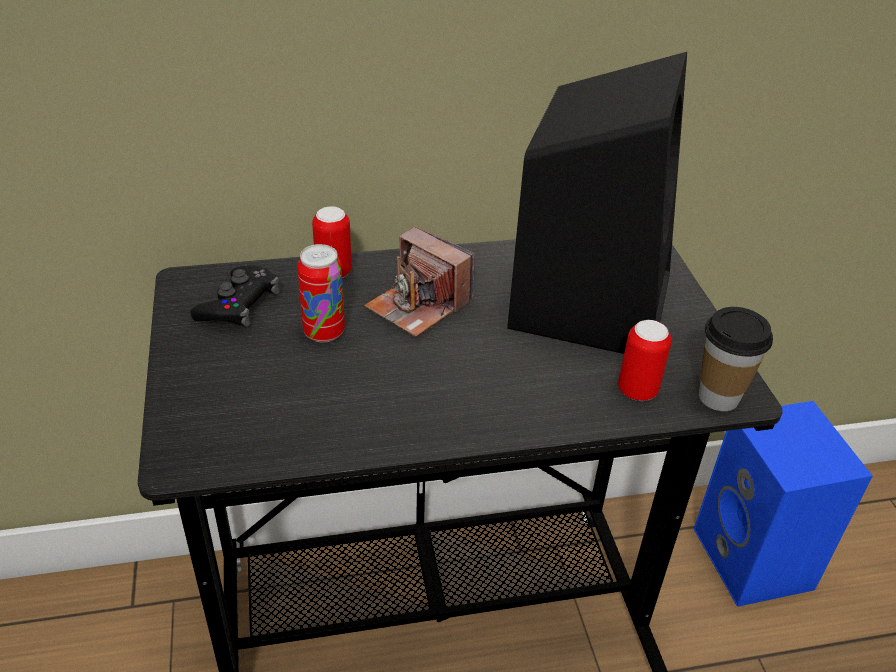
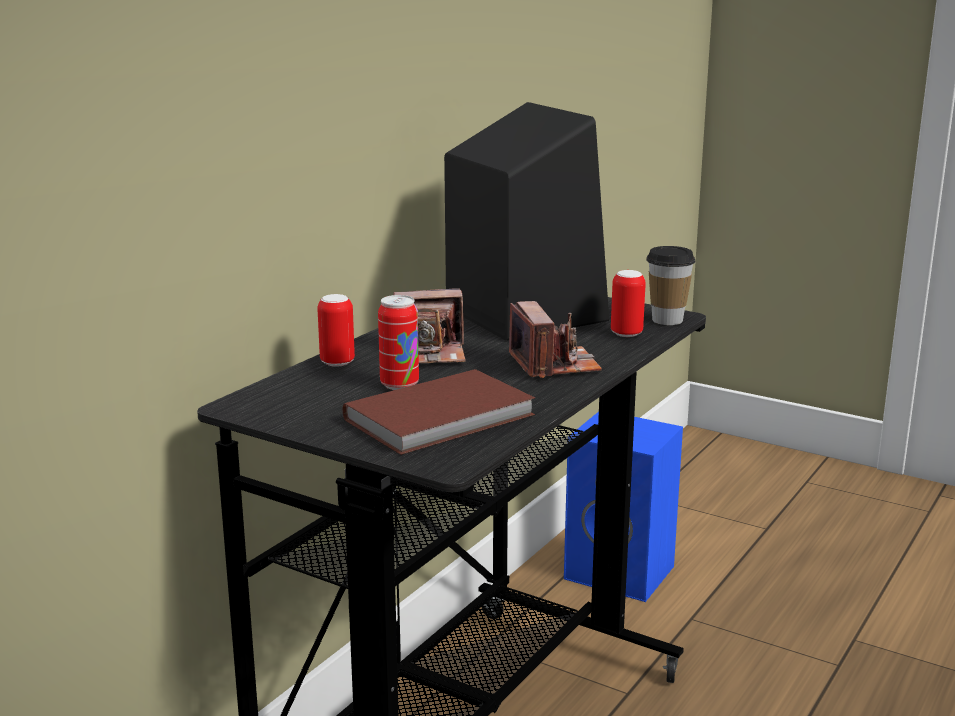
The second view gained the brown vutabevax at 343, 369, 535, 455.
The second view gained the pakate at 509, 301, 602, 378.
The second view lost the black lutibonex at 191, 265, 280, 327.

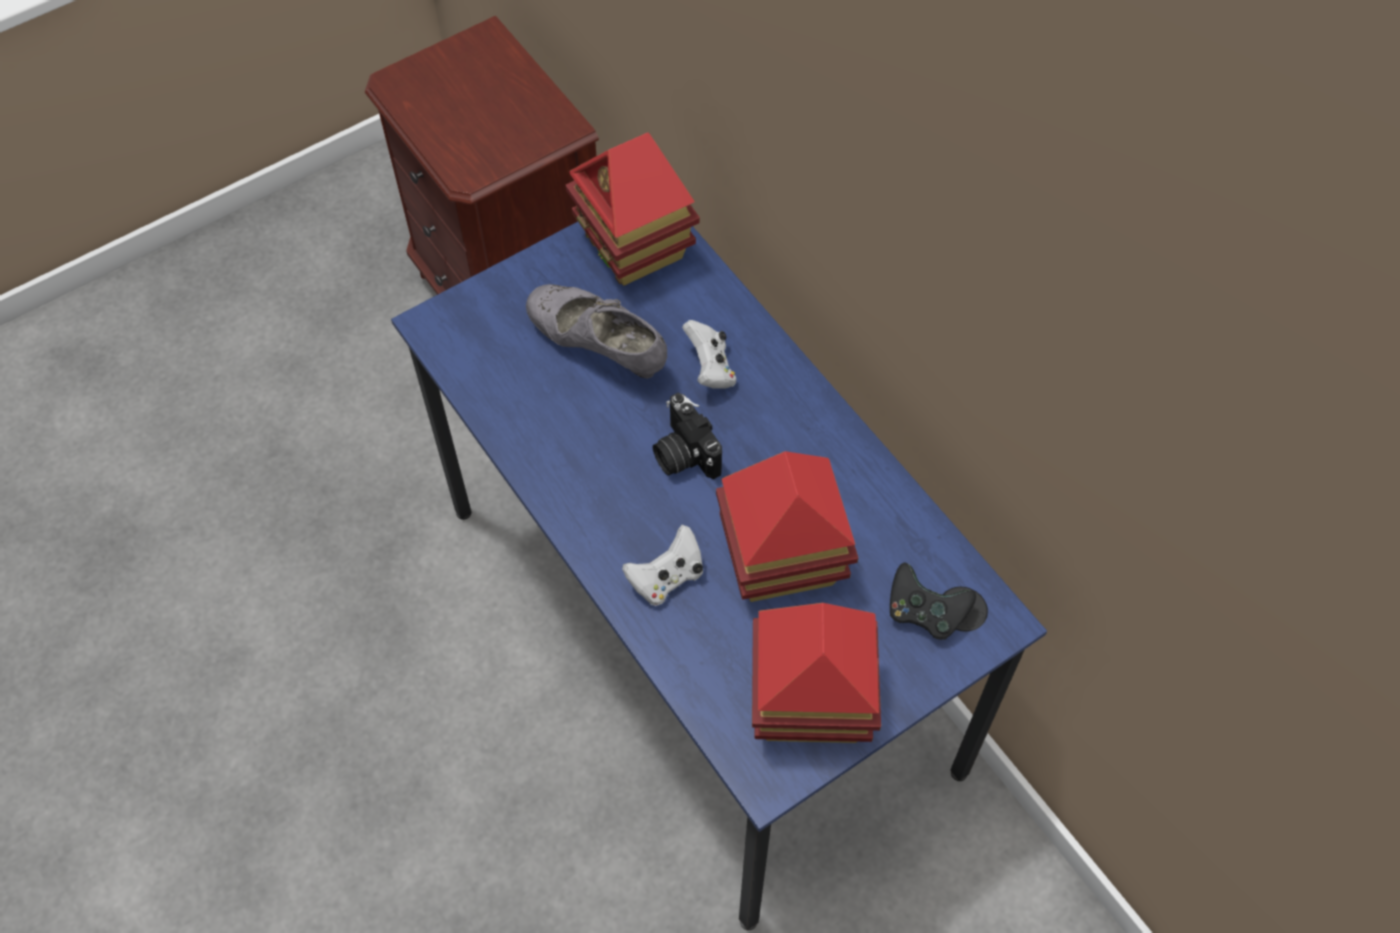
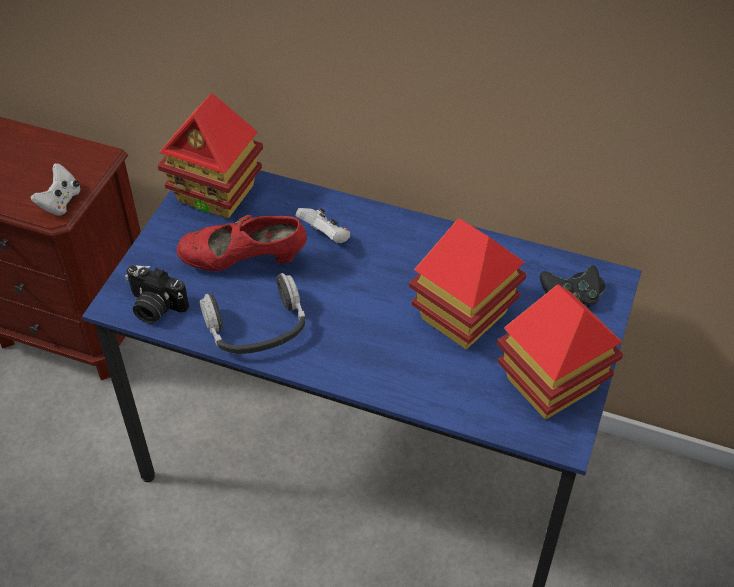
The white lutibonex ended up elsewhere, having gone from 622, 525, 703, 606 to 30, 163, 80, 216.
The pakate ended up elsewhere, having gone from 653, 393, 722, 479 to 125, 265, 189, 324.
What was the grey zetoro at 526, 284, 667, 379 turned into the red zetoro at 177, 215, 307, 271.
The second view gained the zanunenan at 200, 273, 306, 354.

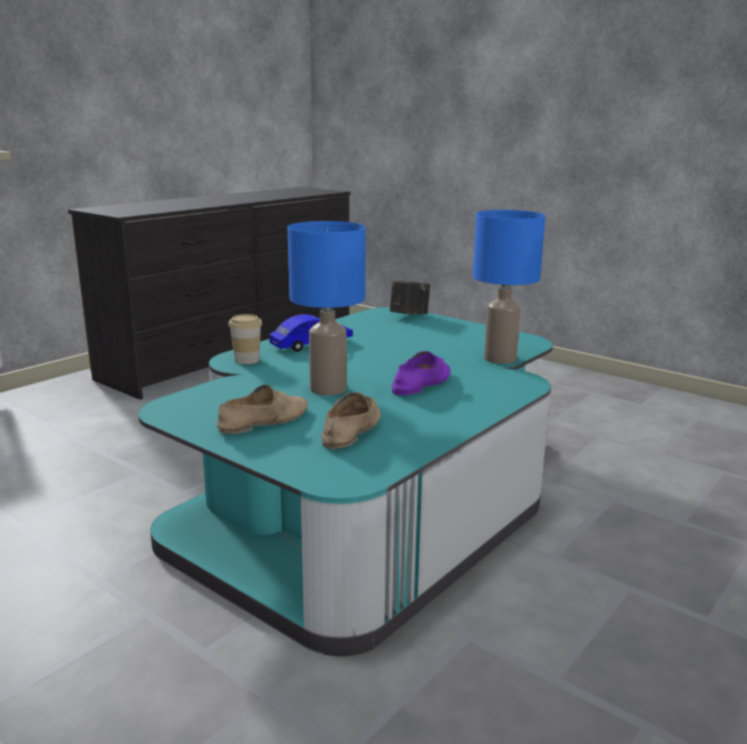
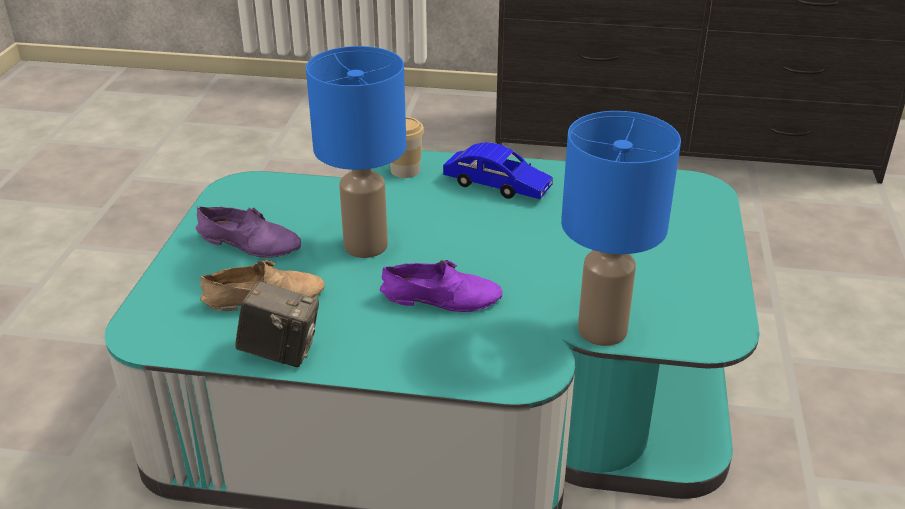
What was the beige zetoro at 216, 384, 308, 434 turned into the purple zetoro at 196, 206, 301, 258.
The pakate ended up elsewhere, having gone from 390, 280, 430, 314 to 235, 281, 319, 367.

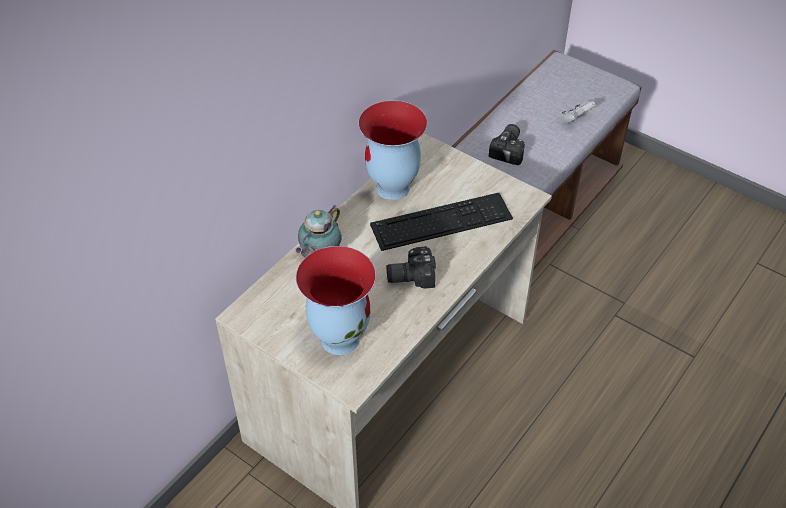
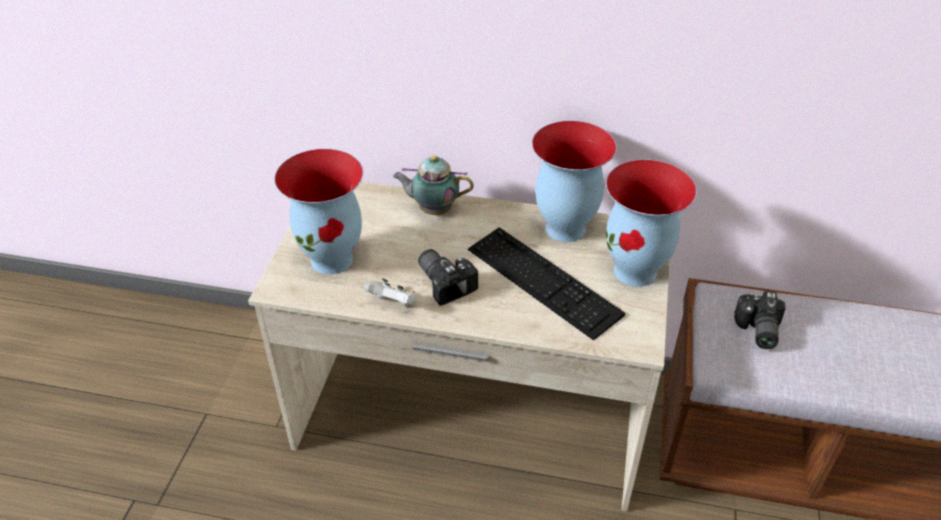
The white lutibonex ended up elsewhere, having gone from 561, 101, 595, 123 to 364, 278, 417, 307.
The second view gained the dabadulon at 606, 160, 697, 287.
The pakate at 489, 124, 525, 165 ended up facing another way, 105 degrees clockwise from before.

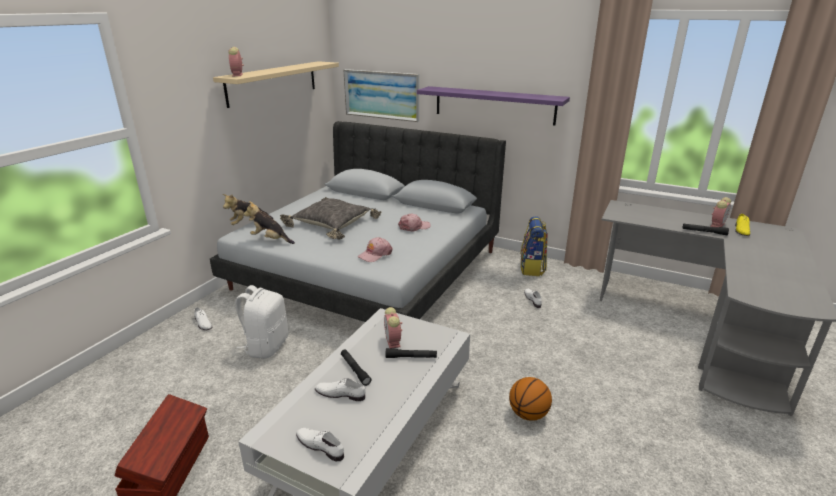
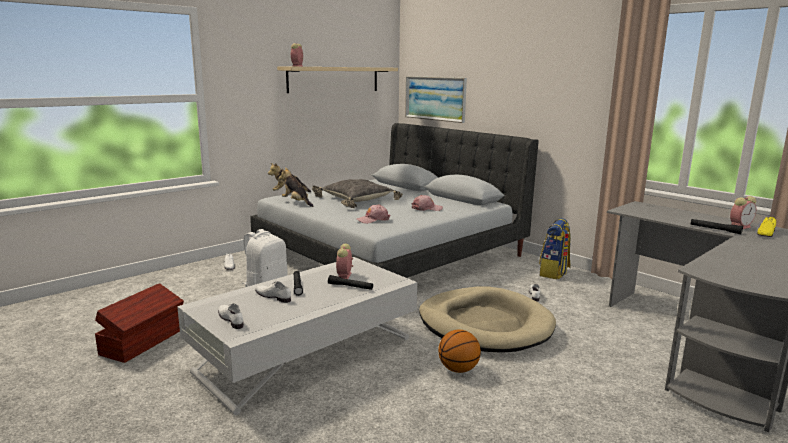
The second view gained the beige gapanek at 419, 286, 556, 353.
The second view lost the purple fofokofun at 417, 86, 570, 125.

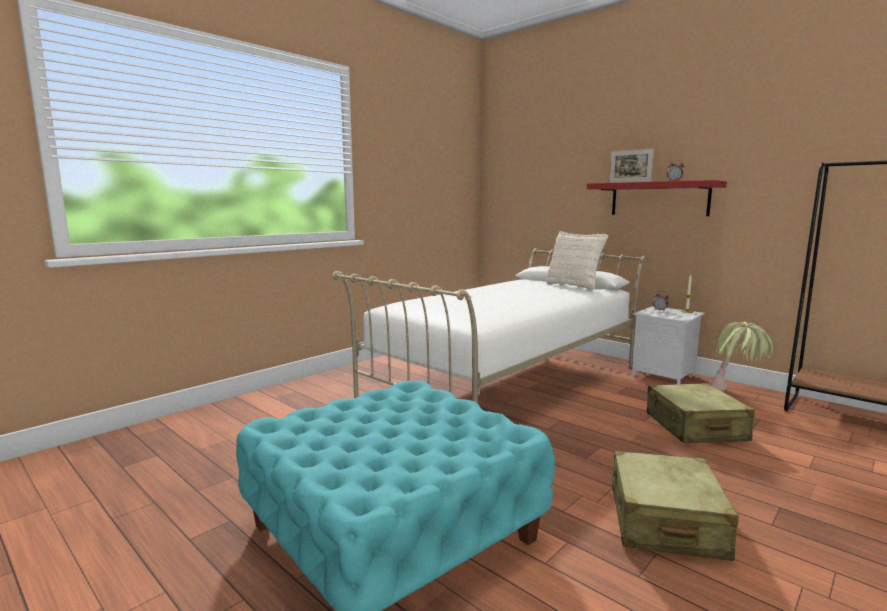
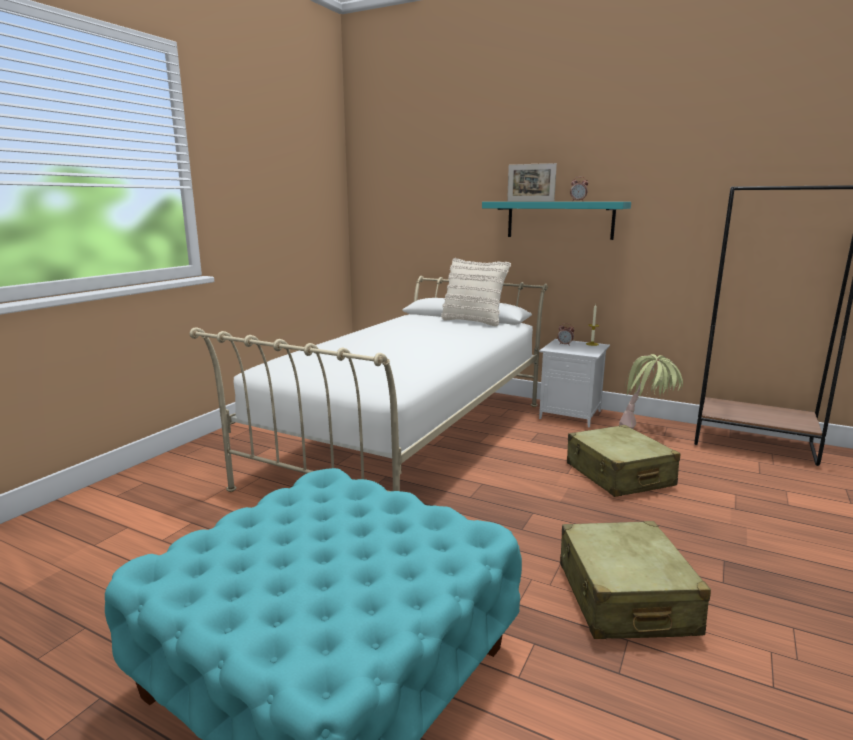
What was the red fofokofun at 587, 180, 727, 216 turned into the turquoise fofokofun at 482, 202, 631, 240.

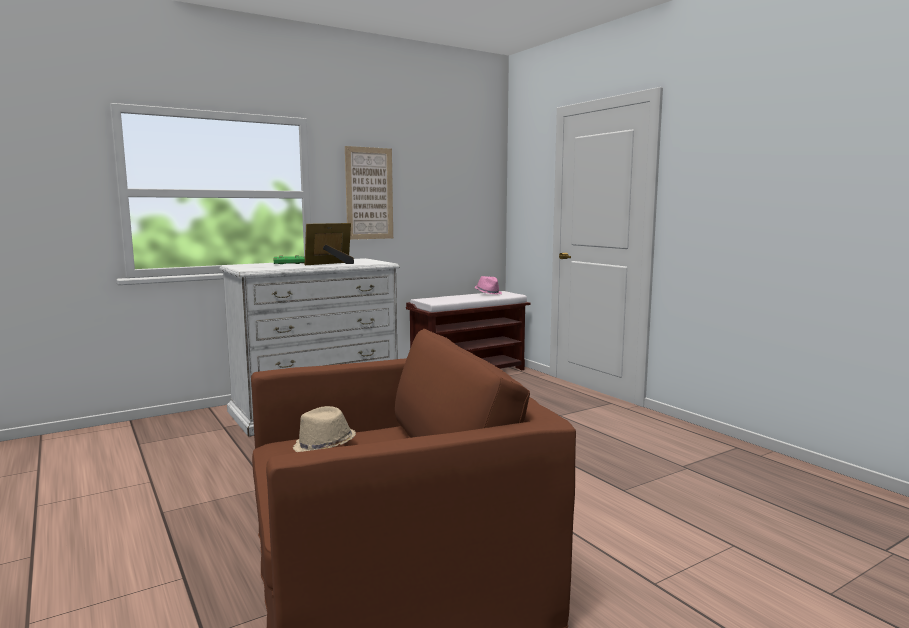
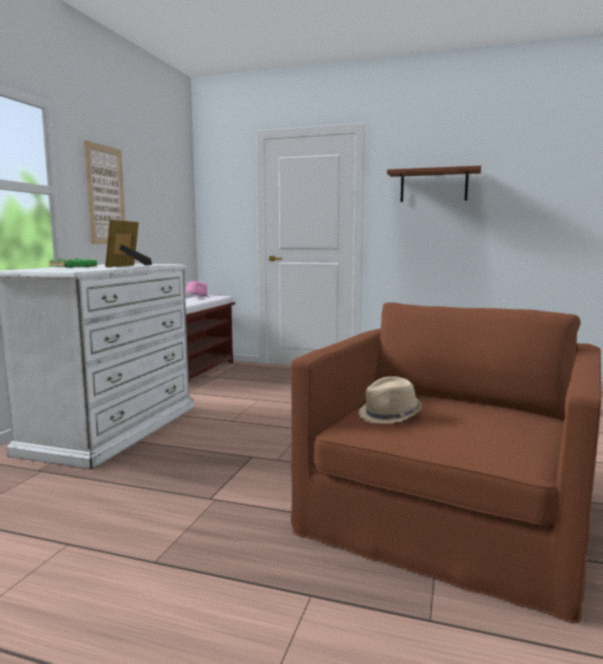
The second view gained the brown fofokofun at 387, 166, 481, 202.

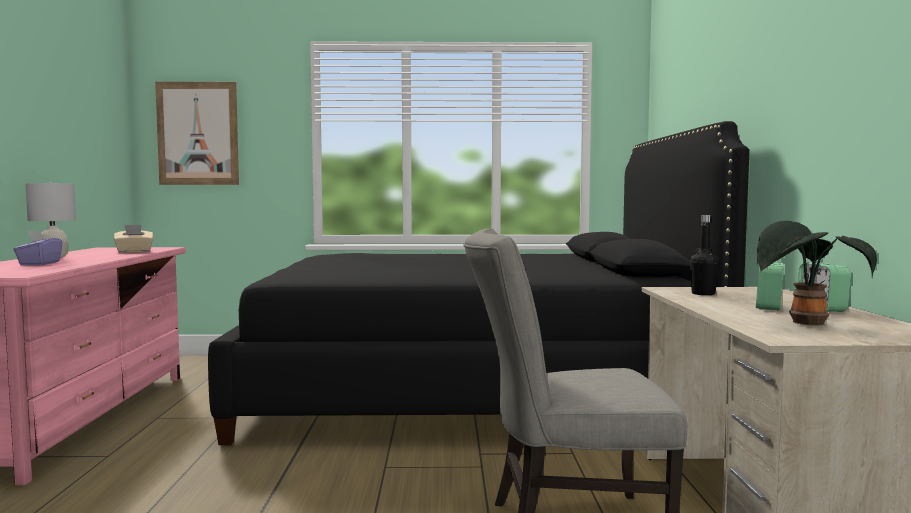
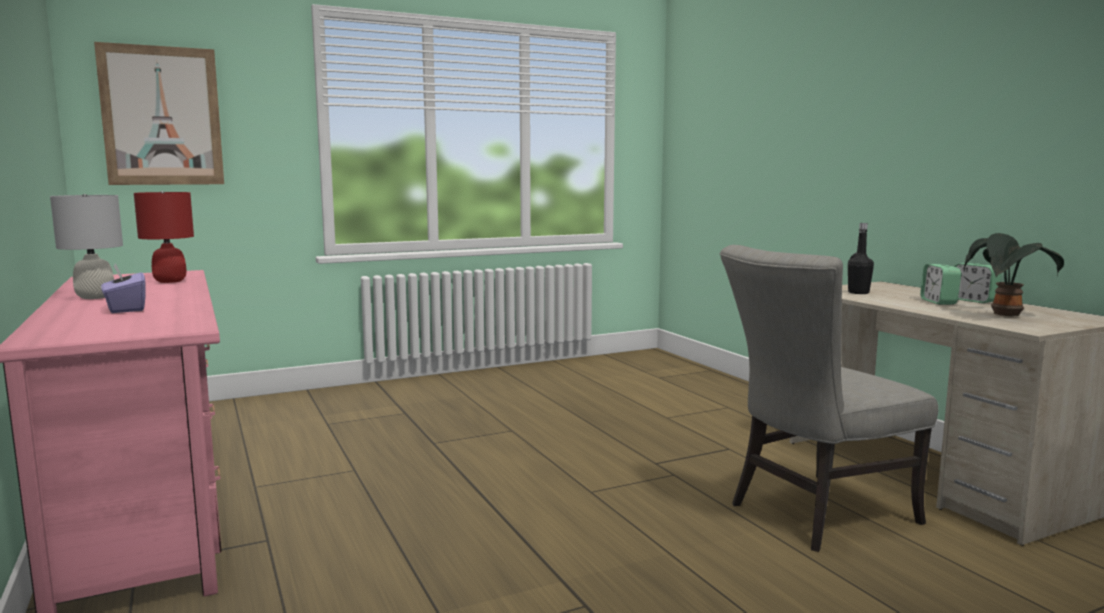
Where the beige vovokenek stood at 114, 225, 153, 253, the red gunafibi came to stand at 134, 191, 194, 283.
The second view lost the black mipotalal at 208, 121, 749, 445.

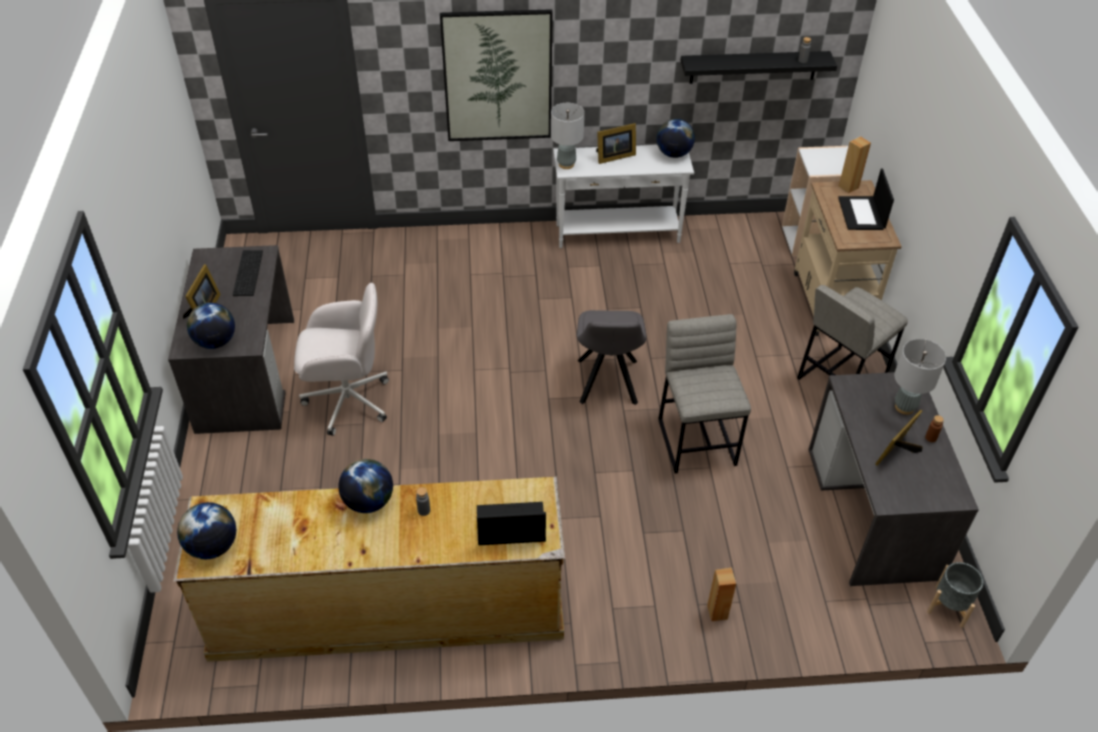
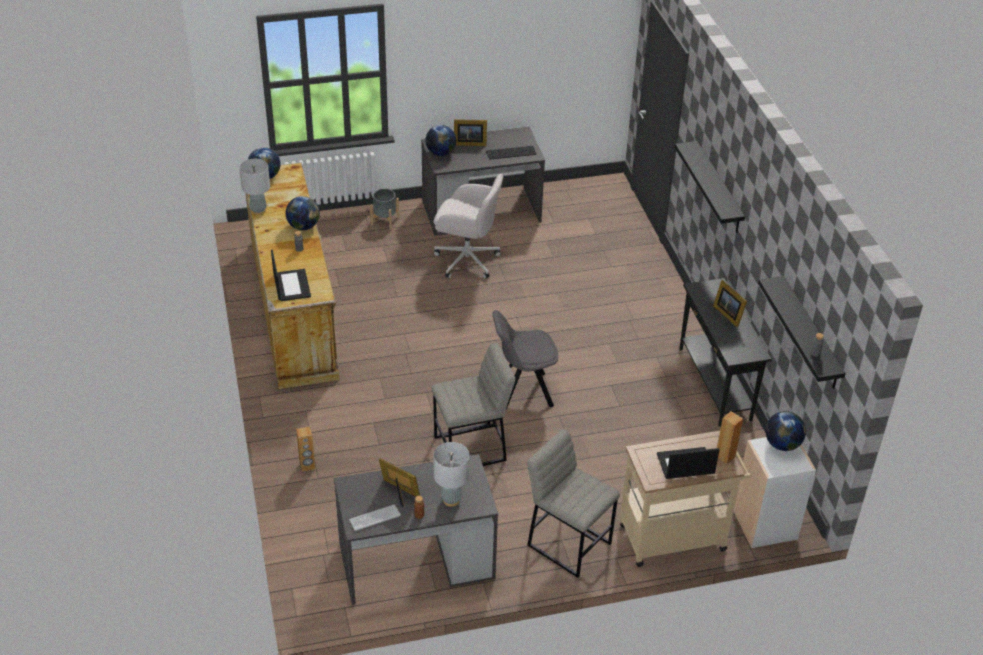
The grey gunafibi ended up elsewhere, having gone from 551, 103, 585, 169 to 239, 159, 270, 215.
The second view gained the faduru at 349, 504, 401, 531.
The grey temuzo ended up elsewhere, having gone from 927, 562, 984, 628 to 370, 189, 399, 230.
The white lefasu at 294, 282, 389, 436 ended up facing another way, 60 degrees counterclockwise from before.
Where the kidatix hung at 440, 9, 553, 141, the black fofokofun came to hang at 675, 141, 745, 233.
What was the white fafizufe at 553, 145, 694, 248 turned into the black fafizufe at 679, 278, 772, 427.
The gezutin ended up elsewhere, having gone from 657, 119, 695, 158 to 765, 411, 806, 451.

